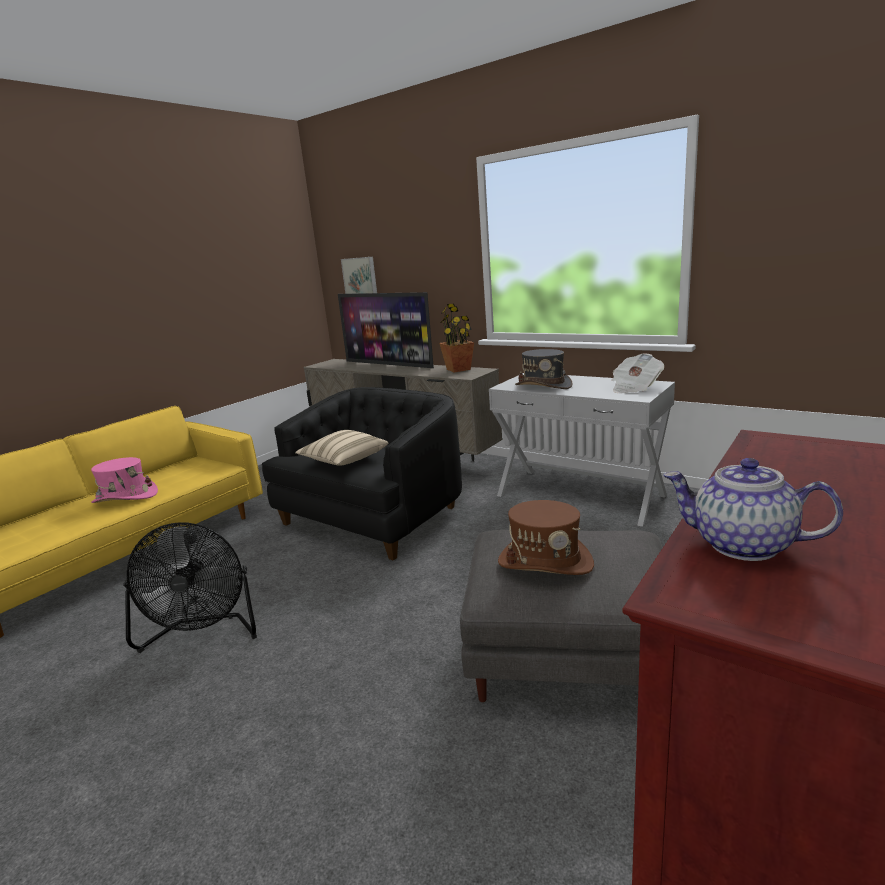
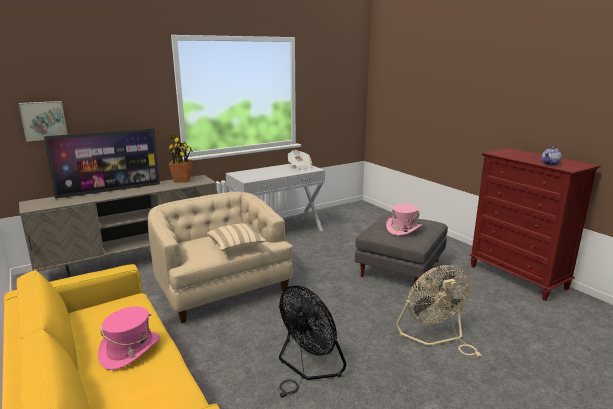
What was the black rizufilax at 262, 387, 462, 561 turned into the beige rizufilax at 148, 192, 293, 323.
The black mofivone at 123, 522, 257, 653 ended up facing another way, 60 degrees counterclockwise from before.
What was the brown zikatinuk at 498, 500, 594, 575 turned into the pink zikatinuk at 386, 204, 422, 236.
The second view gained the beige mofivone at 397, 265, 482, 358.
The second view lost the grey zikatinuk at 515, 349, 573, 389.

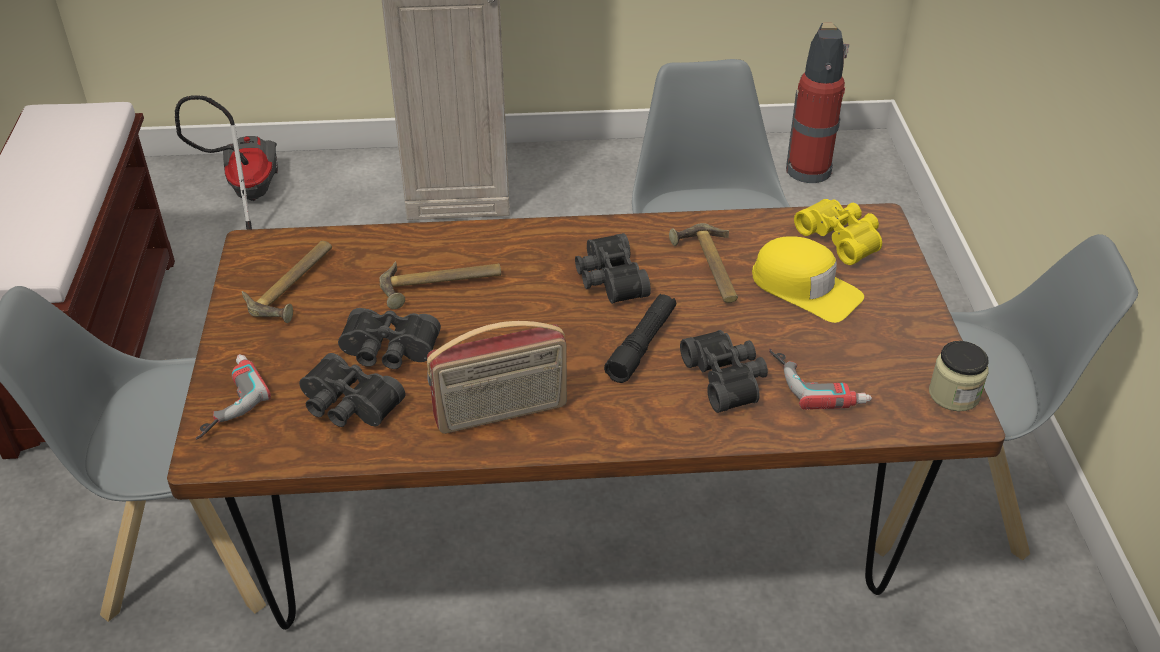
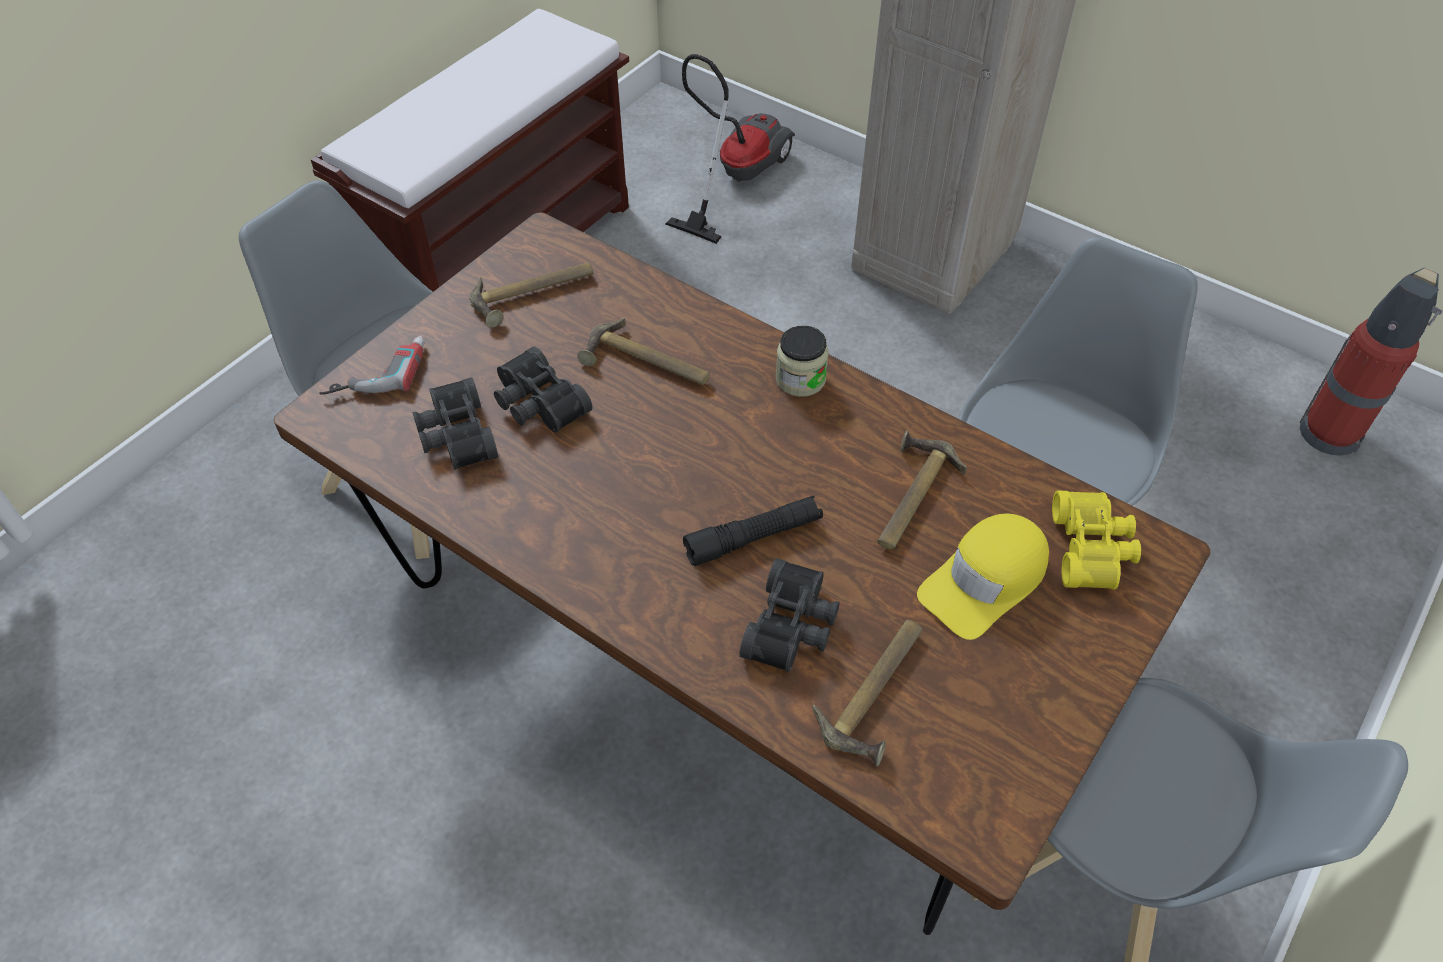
The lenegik ended up elsewhere, having gone from 929, 341, 989, 411 to 776, 326, 829, 397.
Where the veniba stood at 769, 348, 872, 410, the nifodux came to stand at 813, 620, 923, 767.
The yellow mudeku at 752, 236, 864, 323 ended up facing another way, 60 degrees clockwise from before.
The second view lost the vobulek at 427, 321, 567, 434.
The second view lost the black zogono at 575, 233, 651, 304.

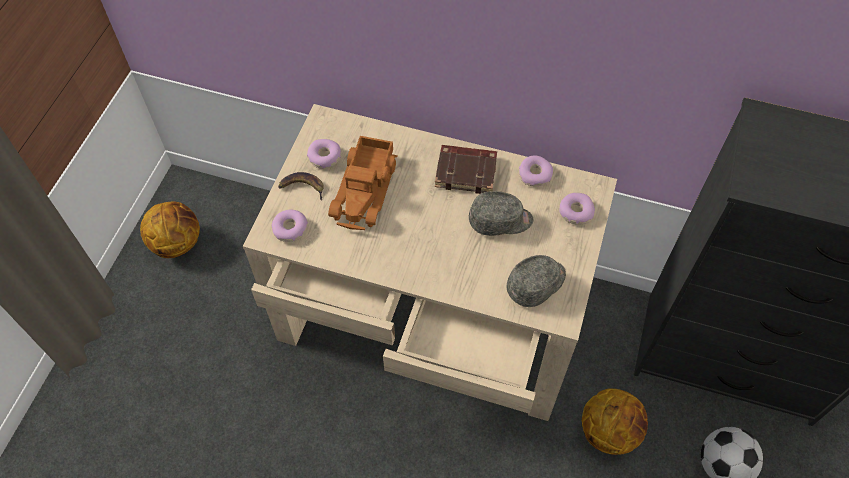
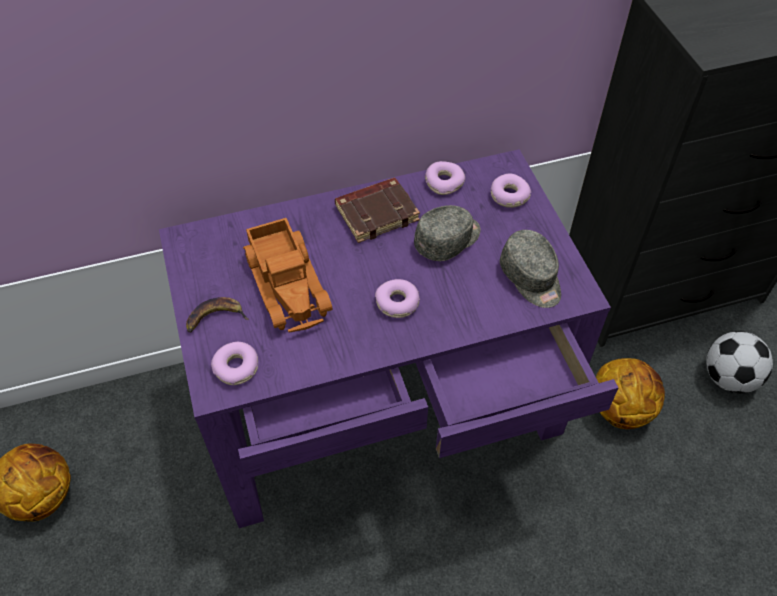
What was the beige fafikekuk at 243, 104, 617, 421 turned into the purple fafikekuk at 159, 149, 619, 528.
The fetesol ended up elsewhere, having gone from 307, 139, 341, 169 to 375, 279, 420, 318.
The grey mudeku at 506, 255, 566, 307 ended up facing another way, 135 degrees clockwise from before.

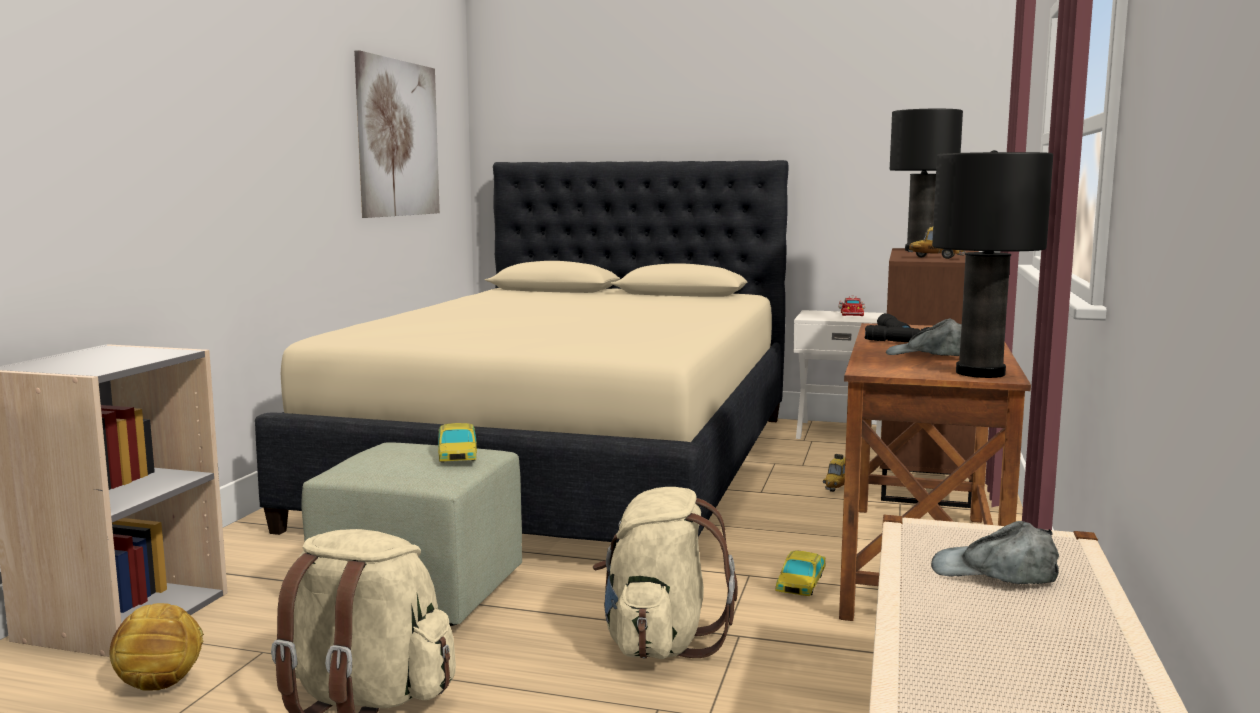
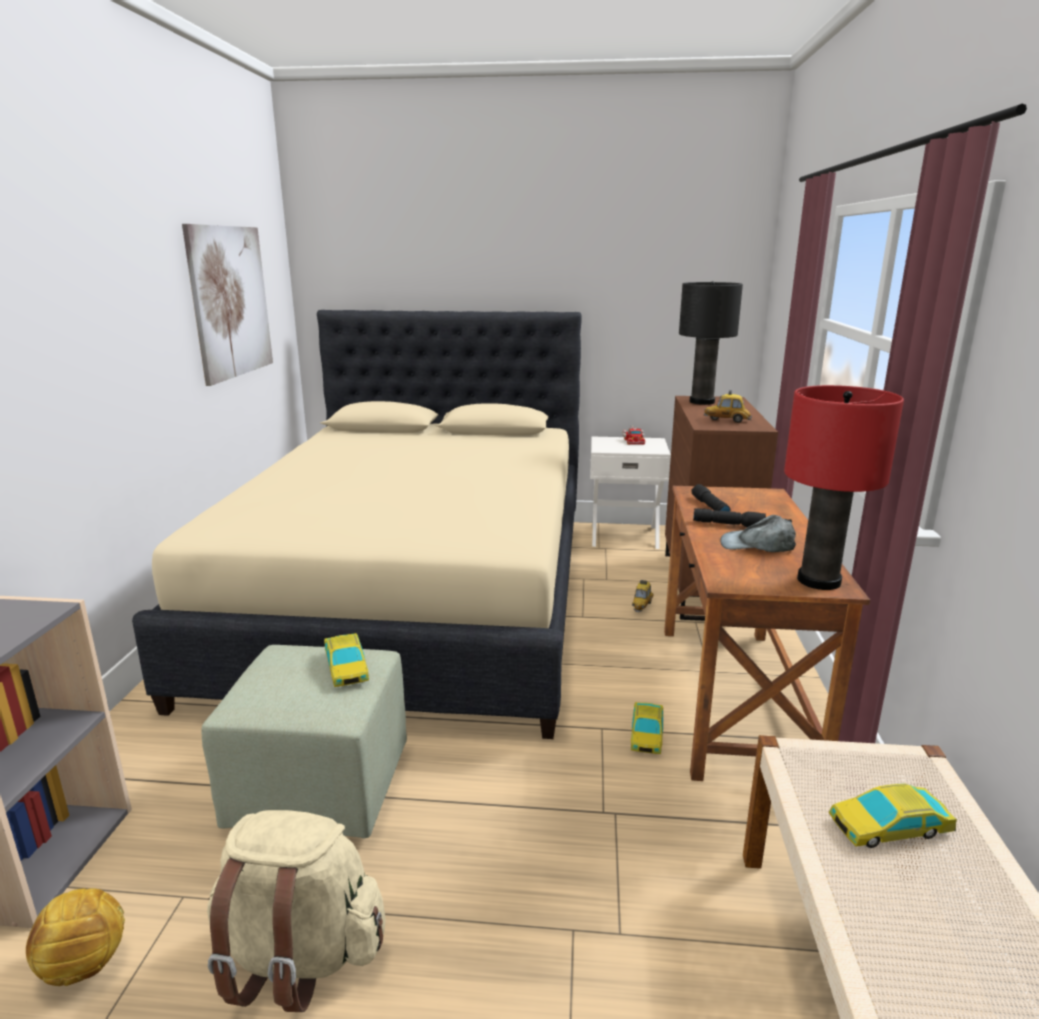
What was the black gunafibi at 932, 150, 1053, 378 turned into the red gunafibi at 784, 385, 904, 590.
Where the grey mudeku stood at 931, 521, 1059, 584, the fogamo came to stand at 829, 783, 957, 848.
The second view lost the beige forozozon at 593, 487, 737, 659.

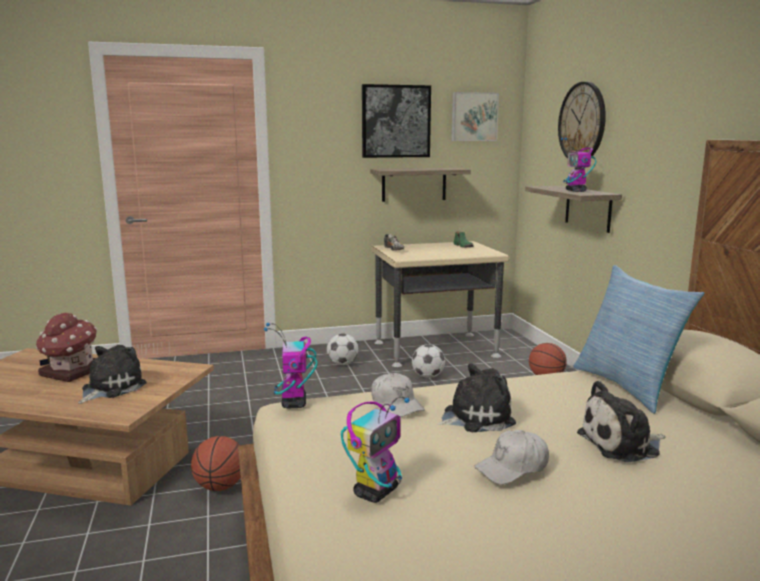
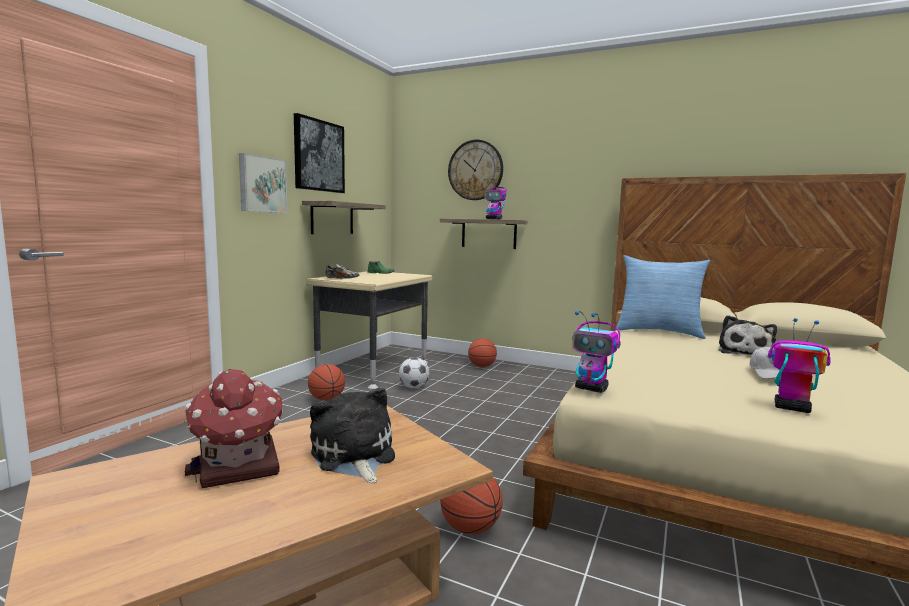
The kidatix ended up elsewhere, having gone from 451, 92, 499, 141 to 239, 153, 287, 213.
Where the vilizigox stood at 327, 333, 358, 365, the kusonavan came to stand at 308, 364, 345, 401.
The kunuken at 341, 397, 410, 503 ended up facing another way, 45 degrees counterclockwise from before.
The second view lost the white mudeku at 371, 373, 425, 417.
The second view lost the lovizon at 438, 363, 516, 432.

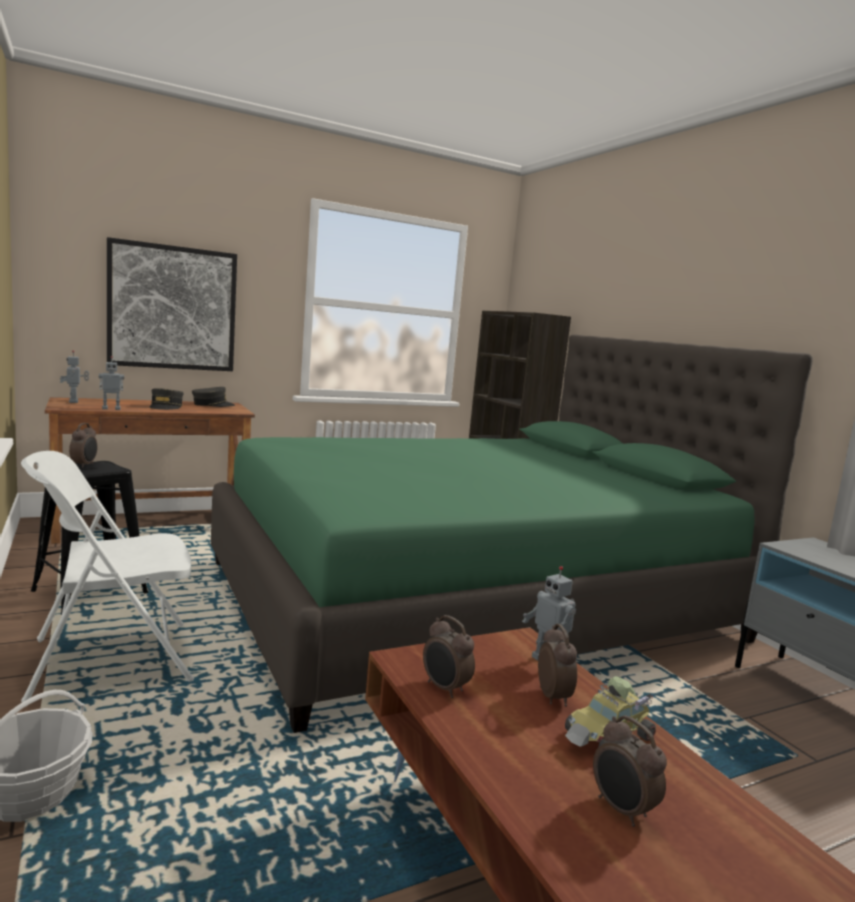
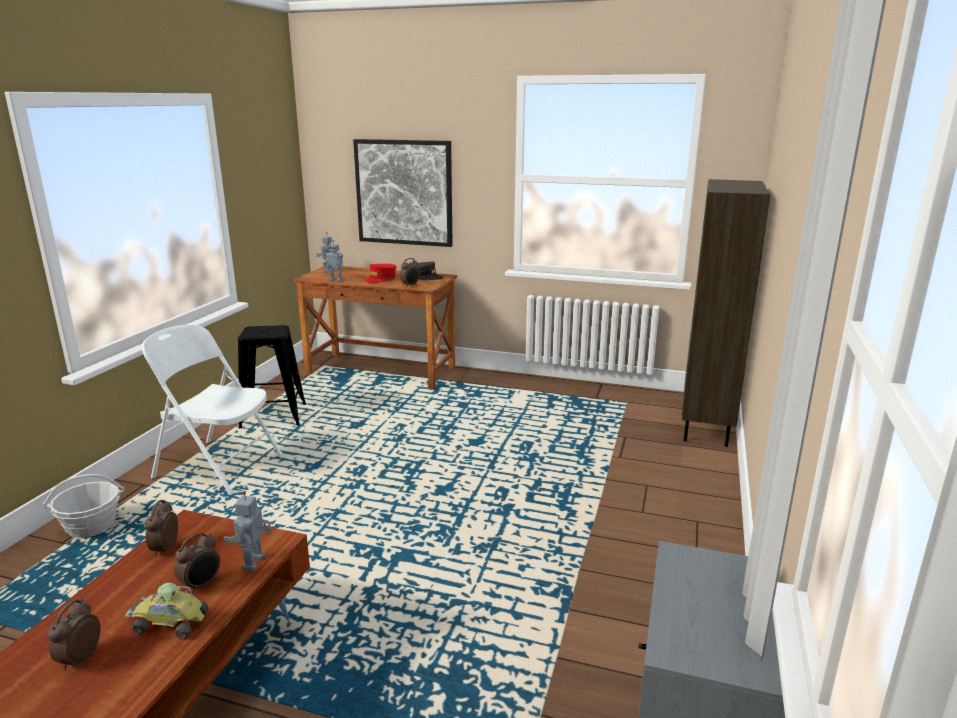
What was the grey mudeku at 150, 388, 184, 410 turned into the red mudeku at 365, 264, 396, 283.
The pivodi ended up elsewhere, having gone from 69, 423, 97, 468 to 400, 258, 420, 286.
The second view lost the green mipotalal at 211, 334, 813, 733.

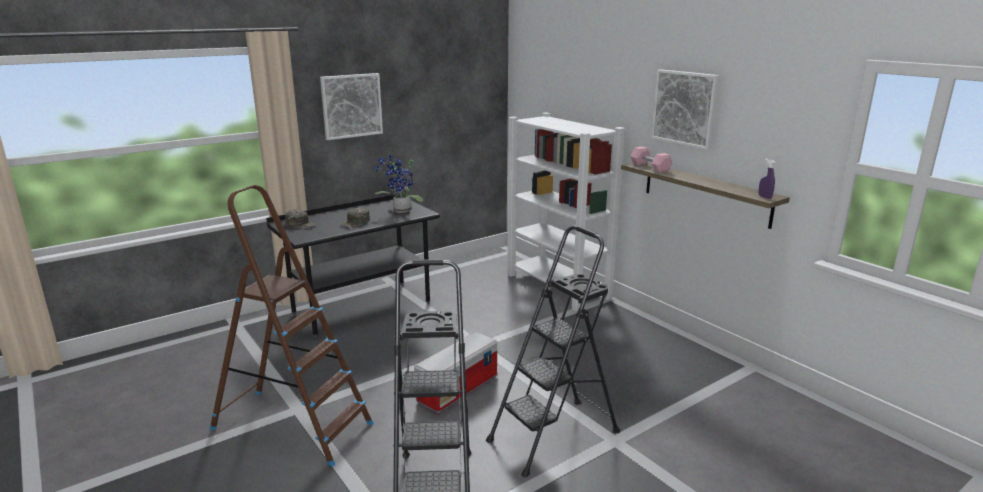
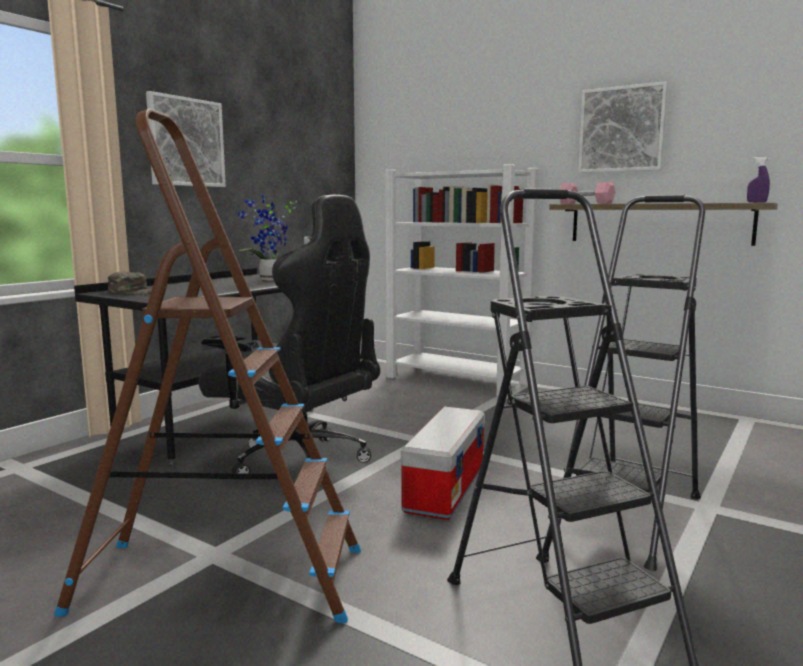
The second view gained the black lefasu at 198, 195, 380, 486.
The second view lost the green mudeku at 340, 207, 370, 228.

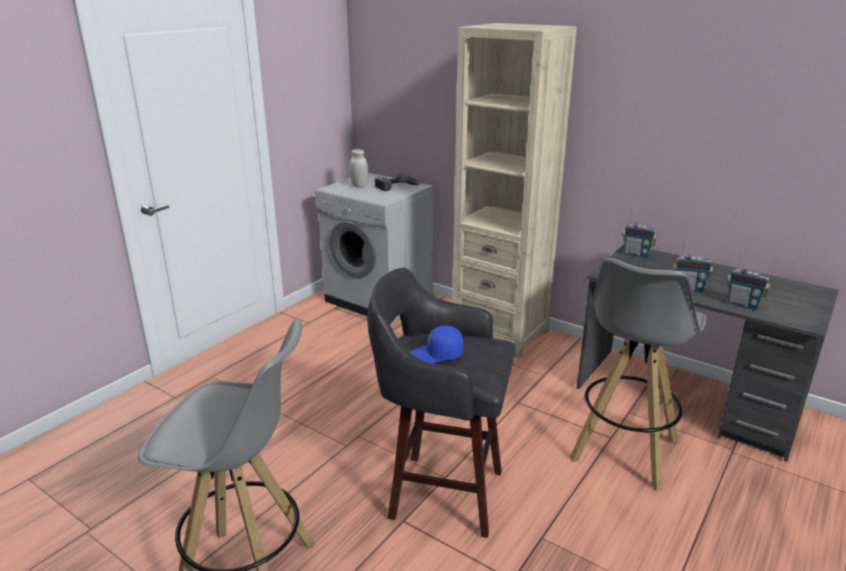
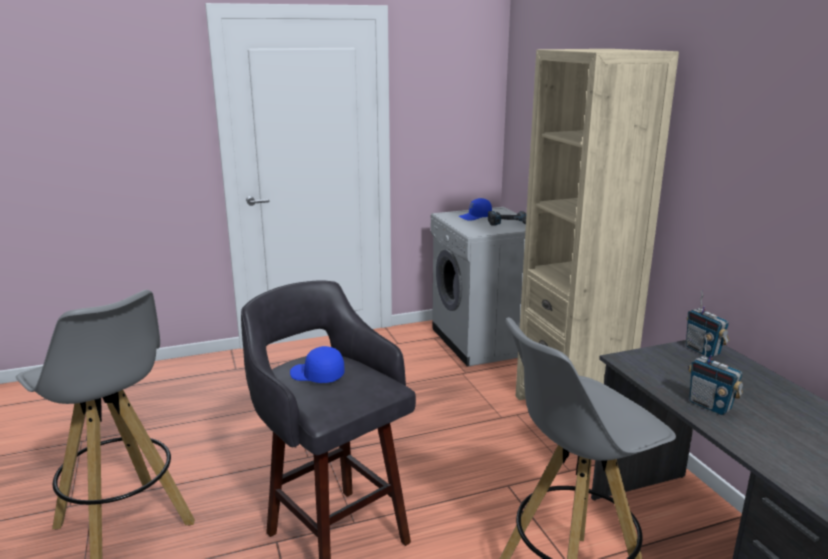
Where the white lenegik stood at 350, 149, 368, 188, the blue mudeku came to stand at 459, 198, 492, 221.
The second view lost the vobulek at 726, 253, 770, 310.

